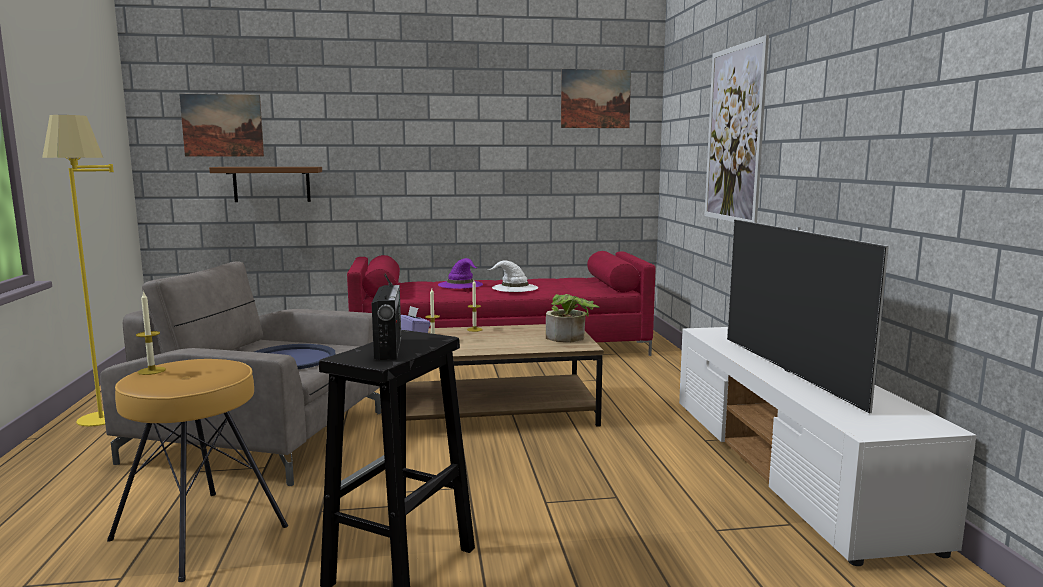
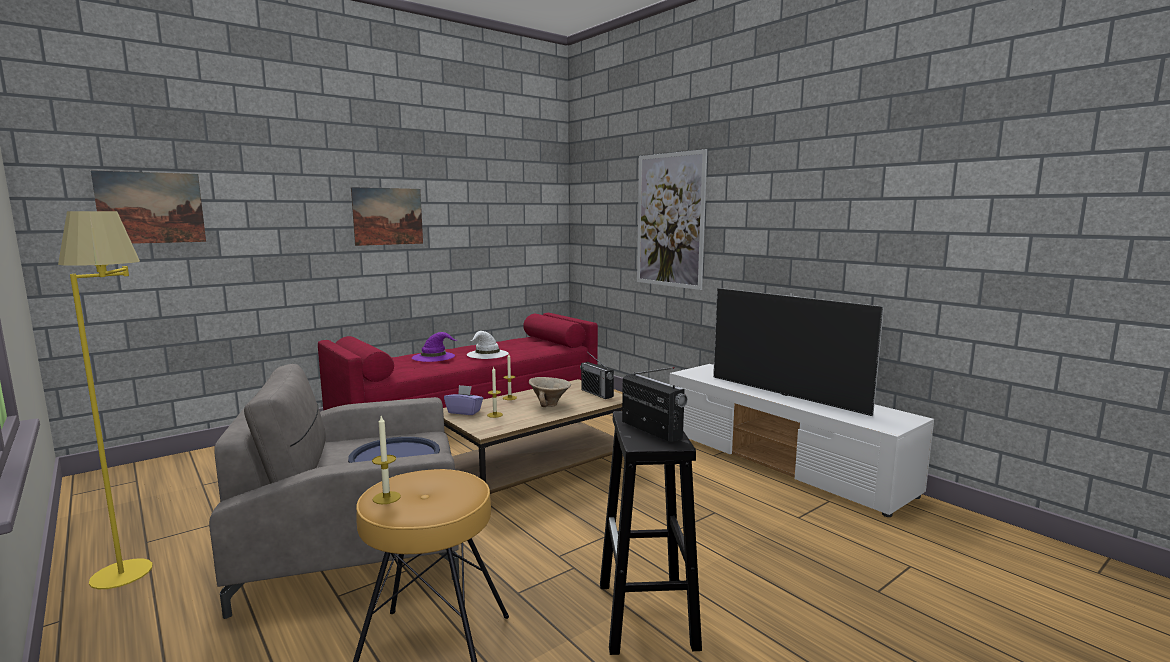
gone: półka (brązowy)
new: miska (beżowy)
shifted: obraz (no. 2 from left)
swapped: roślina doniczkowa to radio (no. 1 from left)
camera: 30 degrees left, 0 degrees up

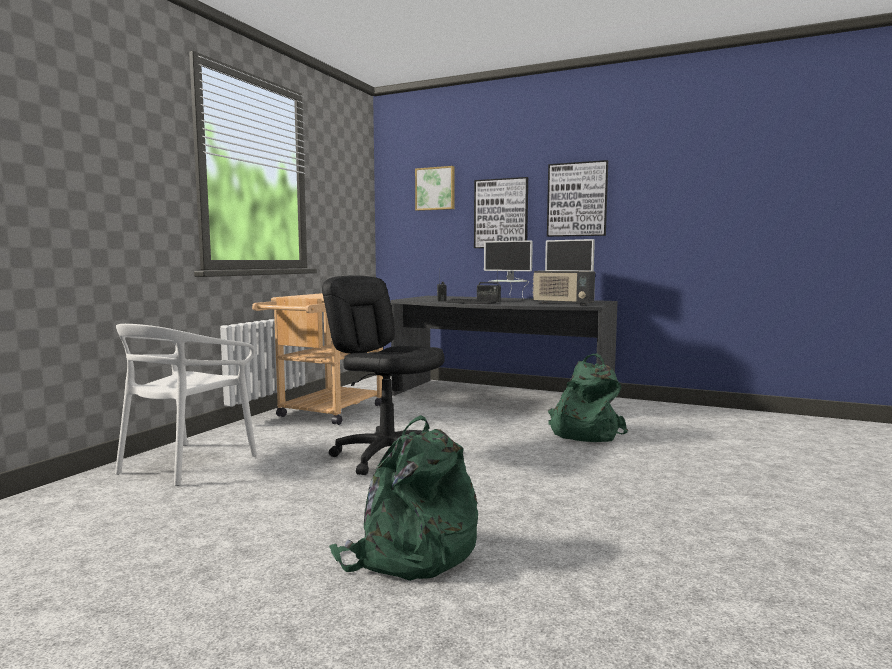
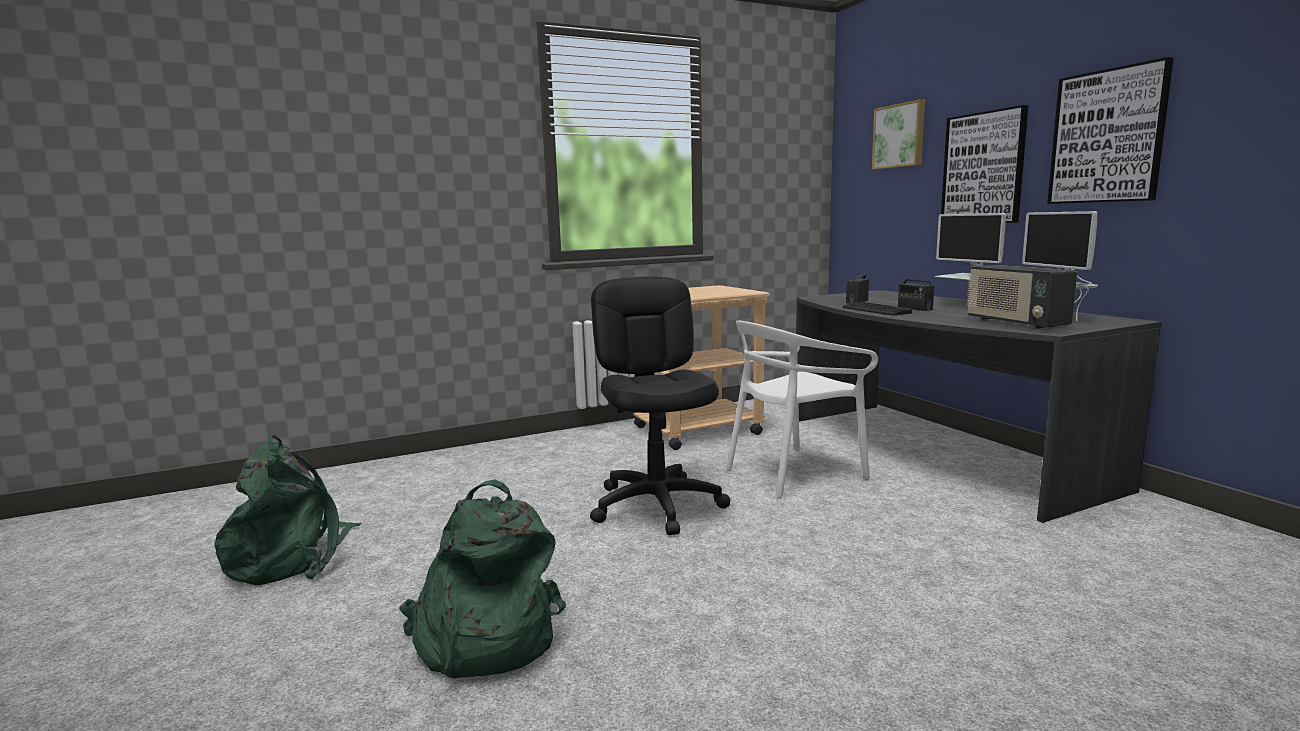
shifted: plecak (zielony) (no. 2 from left in the first image) to plecak (zielony) (no. 1 from left); krzesło (biały)
camera: 40 degrees right, 5 degrees up

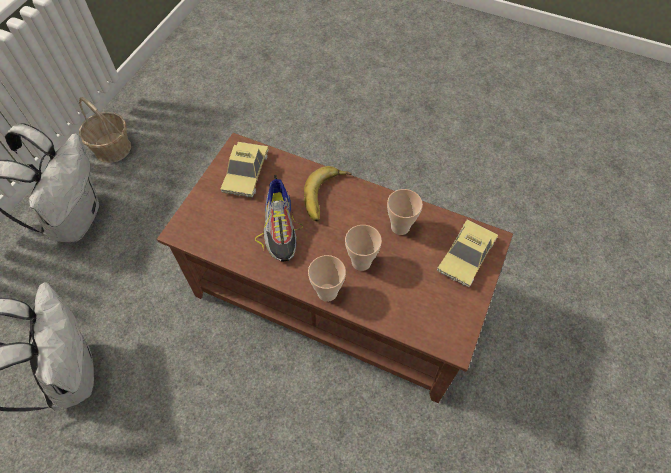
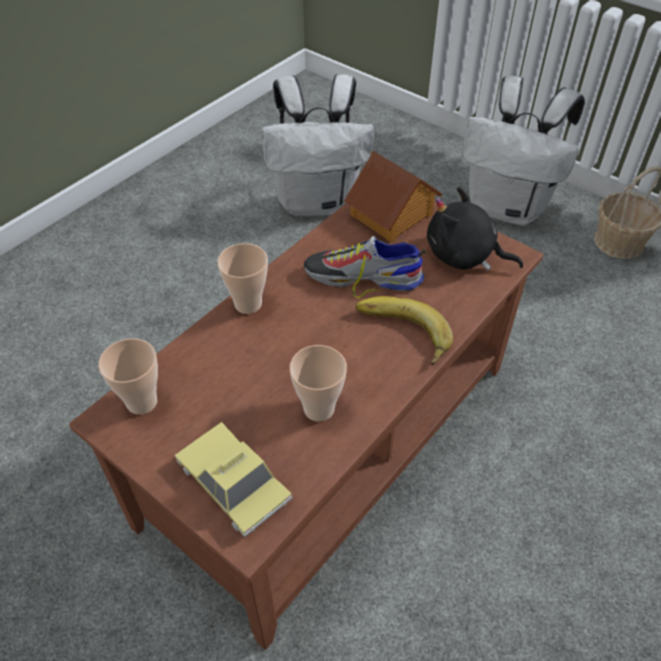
new: domek
shifted: filiżanka (no. 2 from left in the first image) to filiżanka (no. 1 from left)
swapped: samochodzik (no. 1 from left) to pluszak (czarny)
camera: 105 degrees right, 10 degrees down

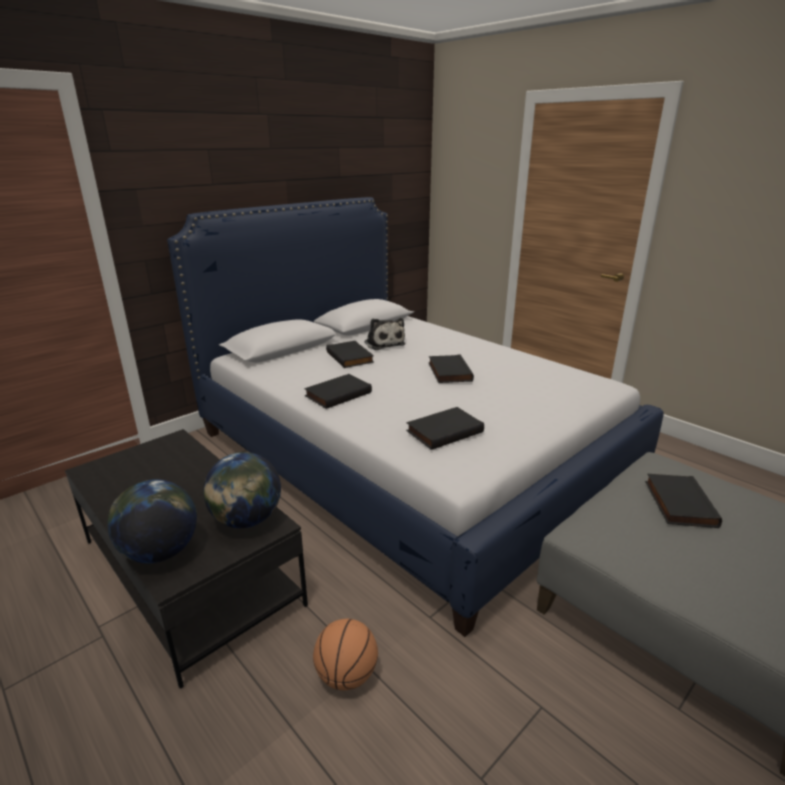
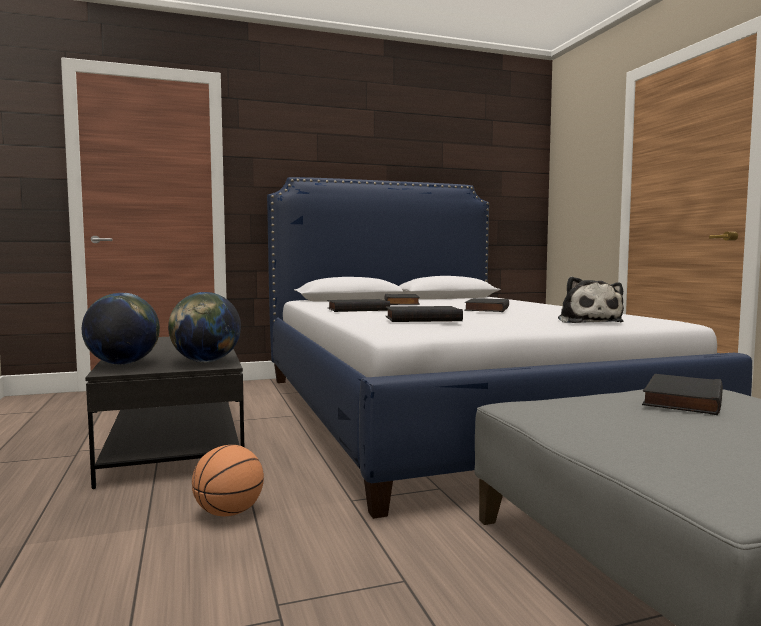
shifted: pluszak
camera: 25 degrees right, 20 degrees down

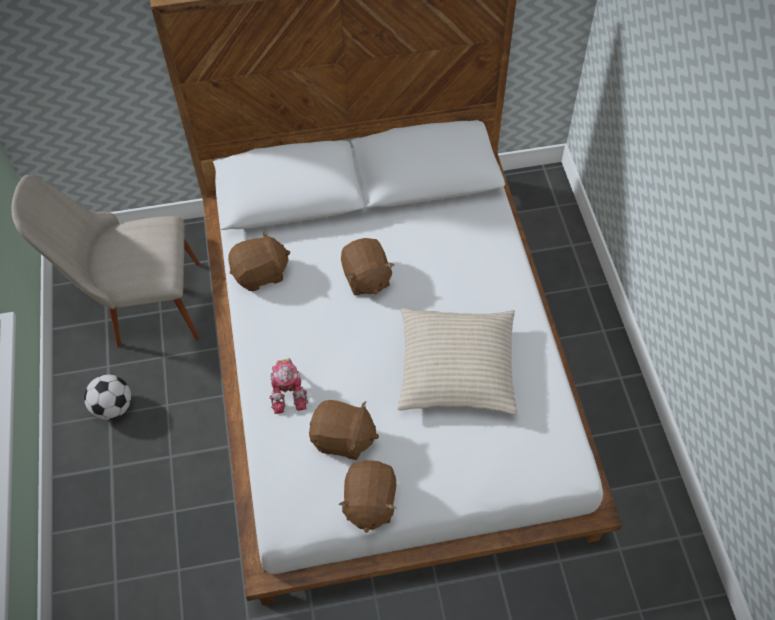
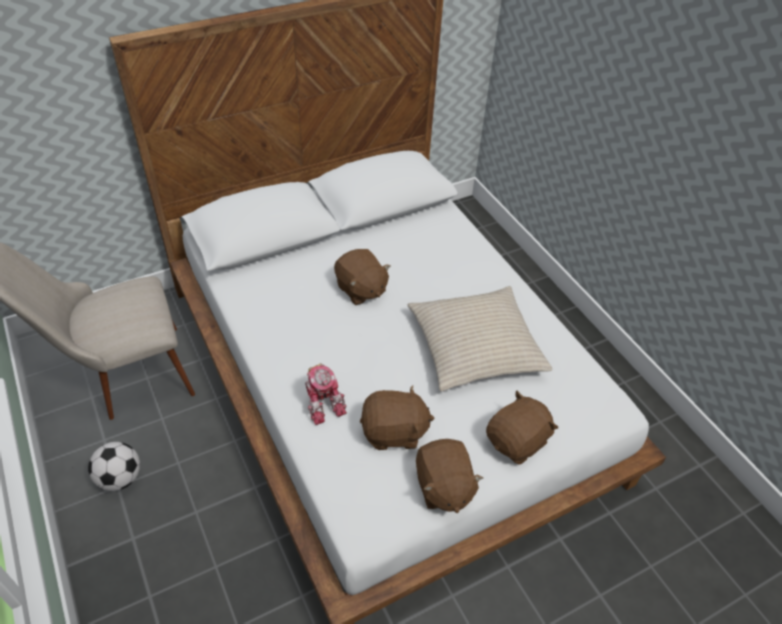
shifted: pluszak (brązowy) (no. 1 from left in the first image) to pluszak (brązowy) (no. 4 from left)
camera: 20 degrees left, 10 degrees down

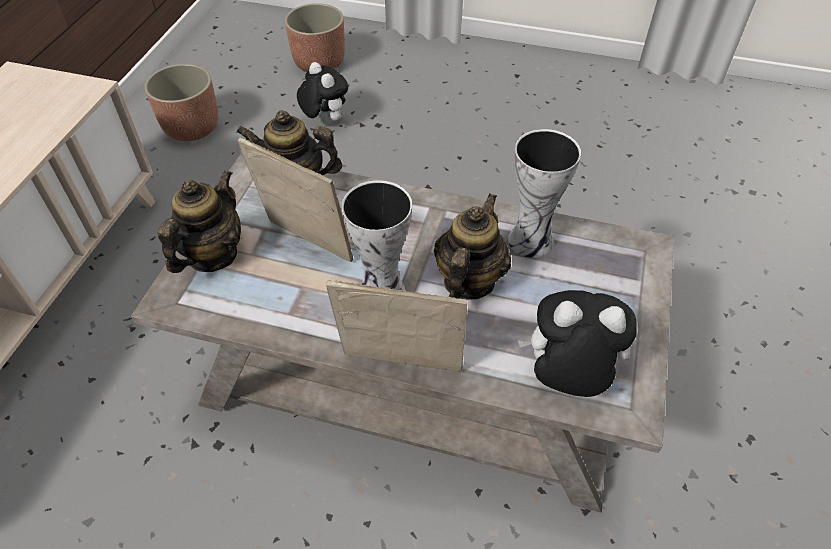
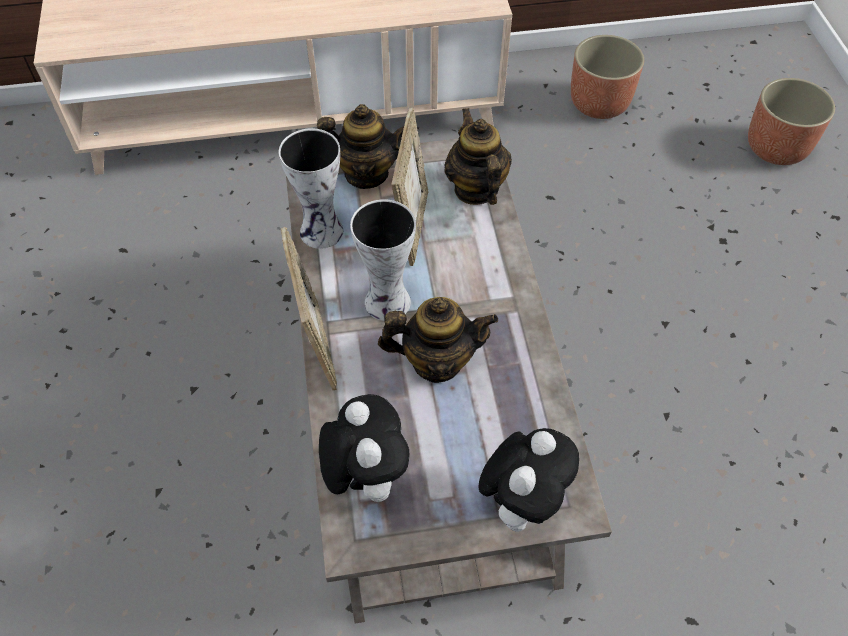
shifted: wazon (no. 2 from left in the first image) to wazon (no. 1 from left); pluszak (no. 1 from left in the first image) to pluszak (no. 2 from left)
camera: 65 degrees right, 5 degrees up

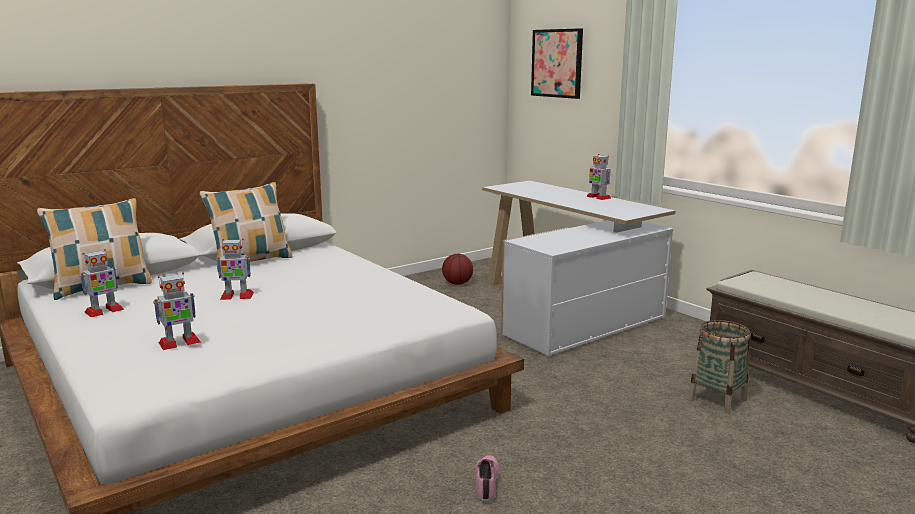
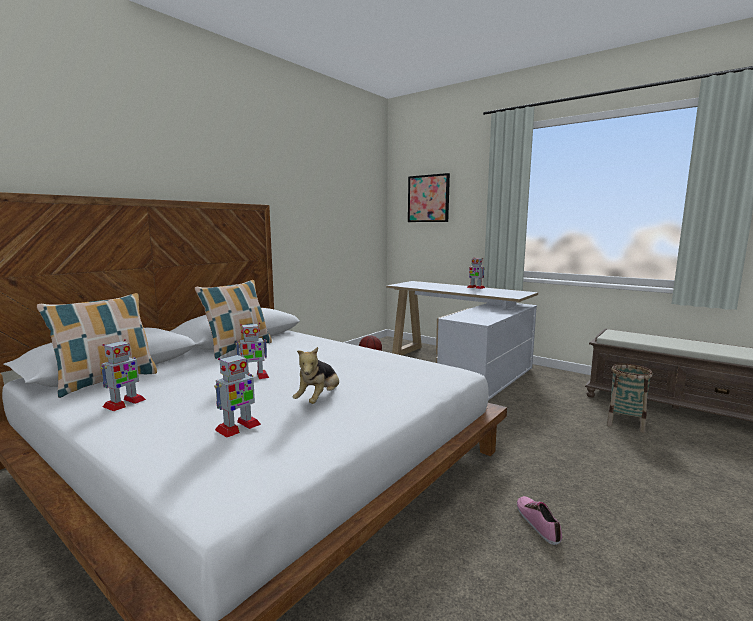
new: pluszak
camera: 15 degrees left, 5 degrees down

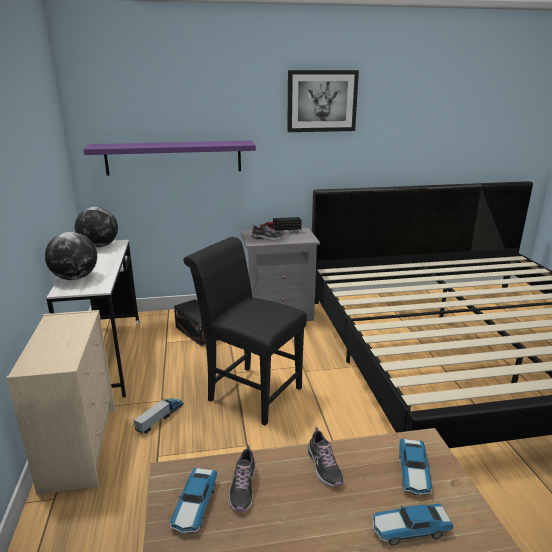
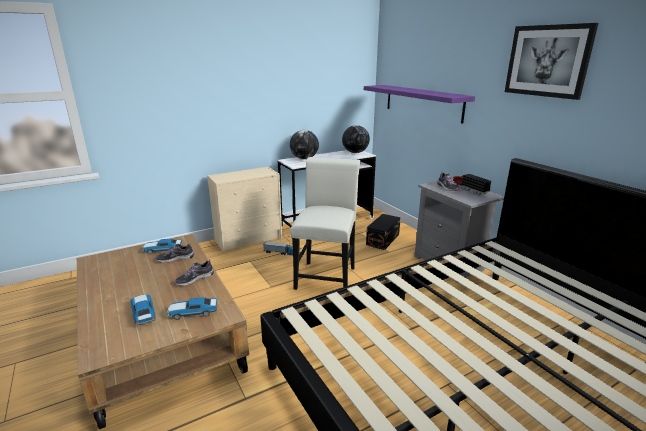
repainted: krzesło (czarny) to krzesło (biały)
camera: 70 degrees right, 0 degrees up

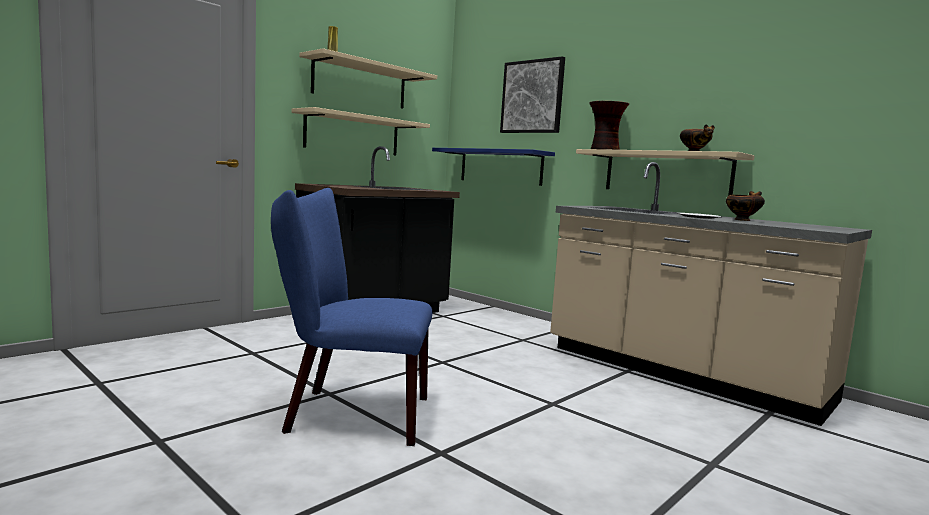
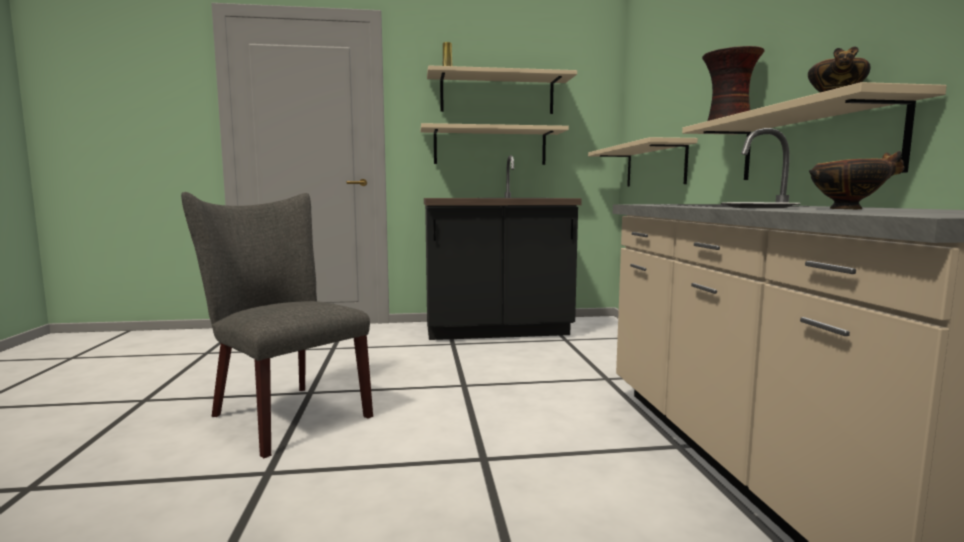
gone: obraz
repainted: krzesło (niebieski) to krzesło (szary); półka (niebieski) to półka (beżowy) (no. 3 from left)
camera: 40 degrees right, 0 degrees up

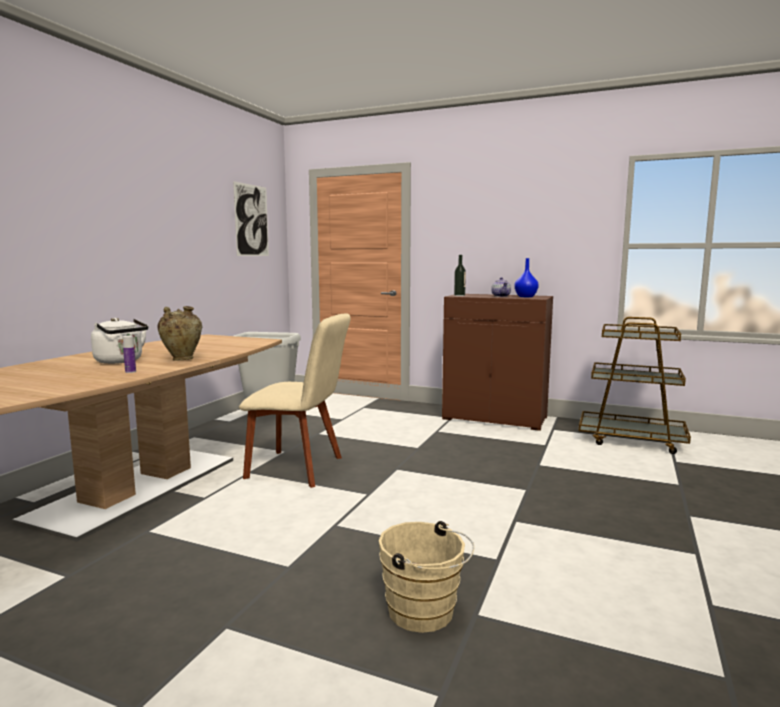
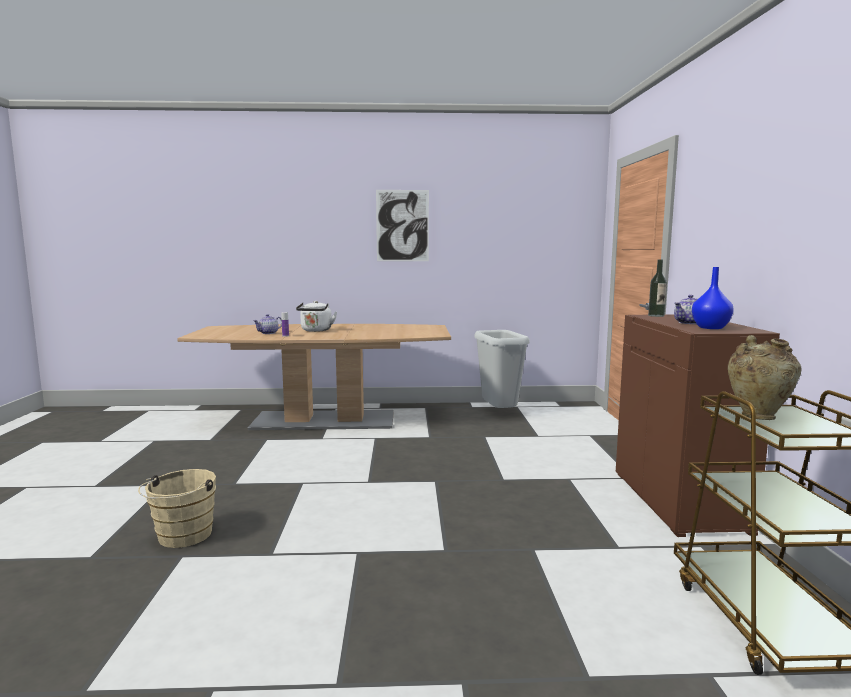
gone: krzesło (beżowy)
new: imbryk (no. 1 from left)
shifted: obraz; wazon (beżowy)
camera: 65 degrees right, 0 degrees up

